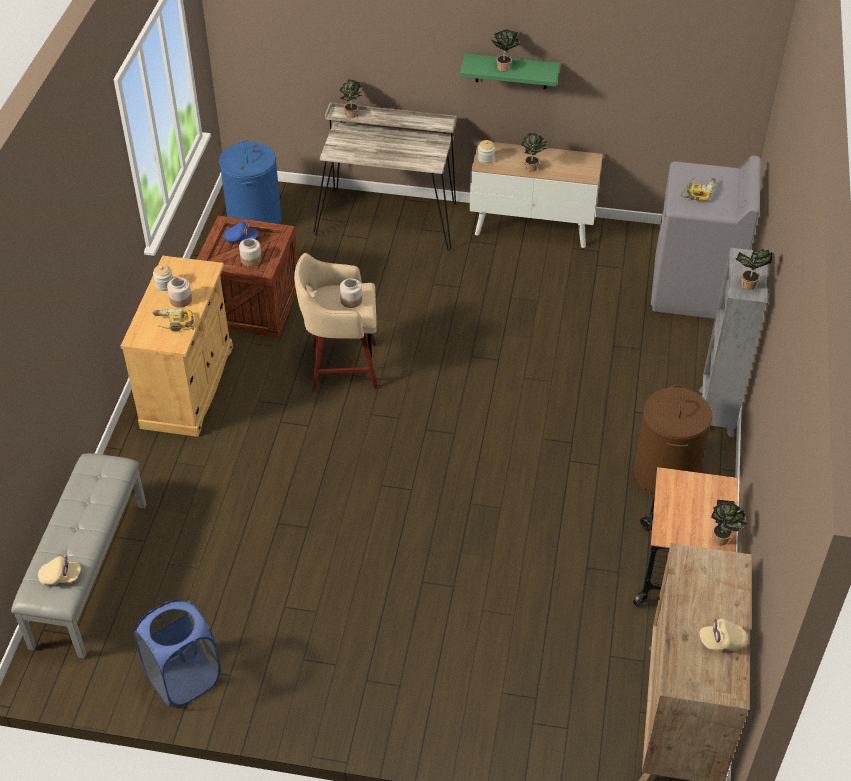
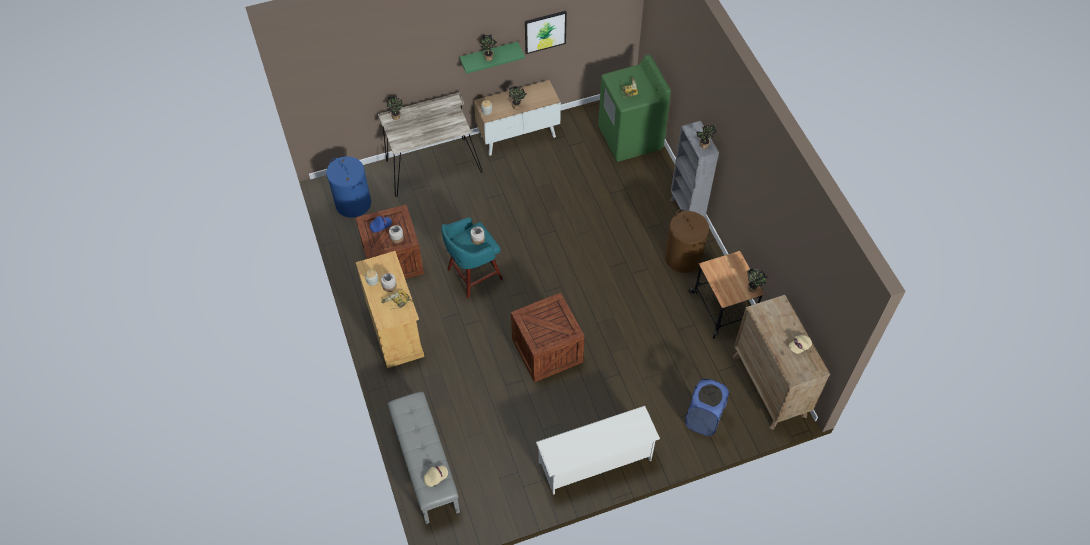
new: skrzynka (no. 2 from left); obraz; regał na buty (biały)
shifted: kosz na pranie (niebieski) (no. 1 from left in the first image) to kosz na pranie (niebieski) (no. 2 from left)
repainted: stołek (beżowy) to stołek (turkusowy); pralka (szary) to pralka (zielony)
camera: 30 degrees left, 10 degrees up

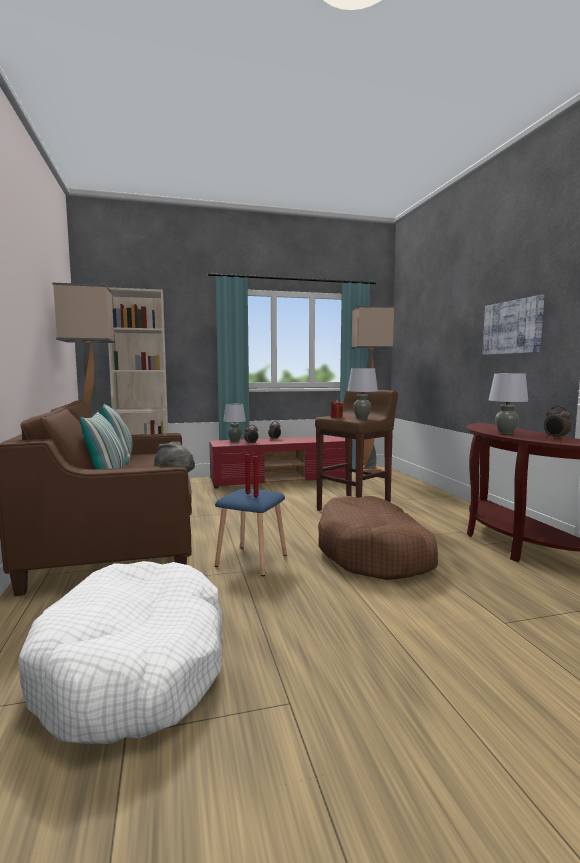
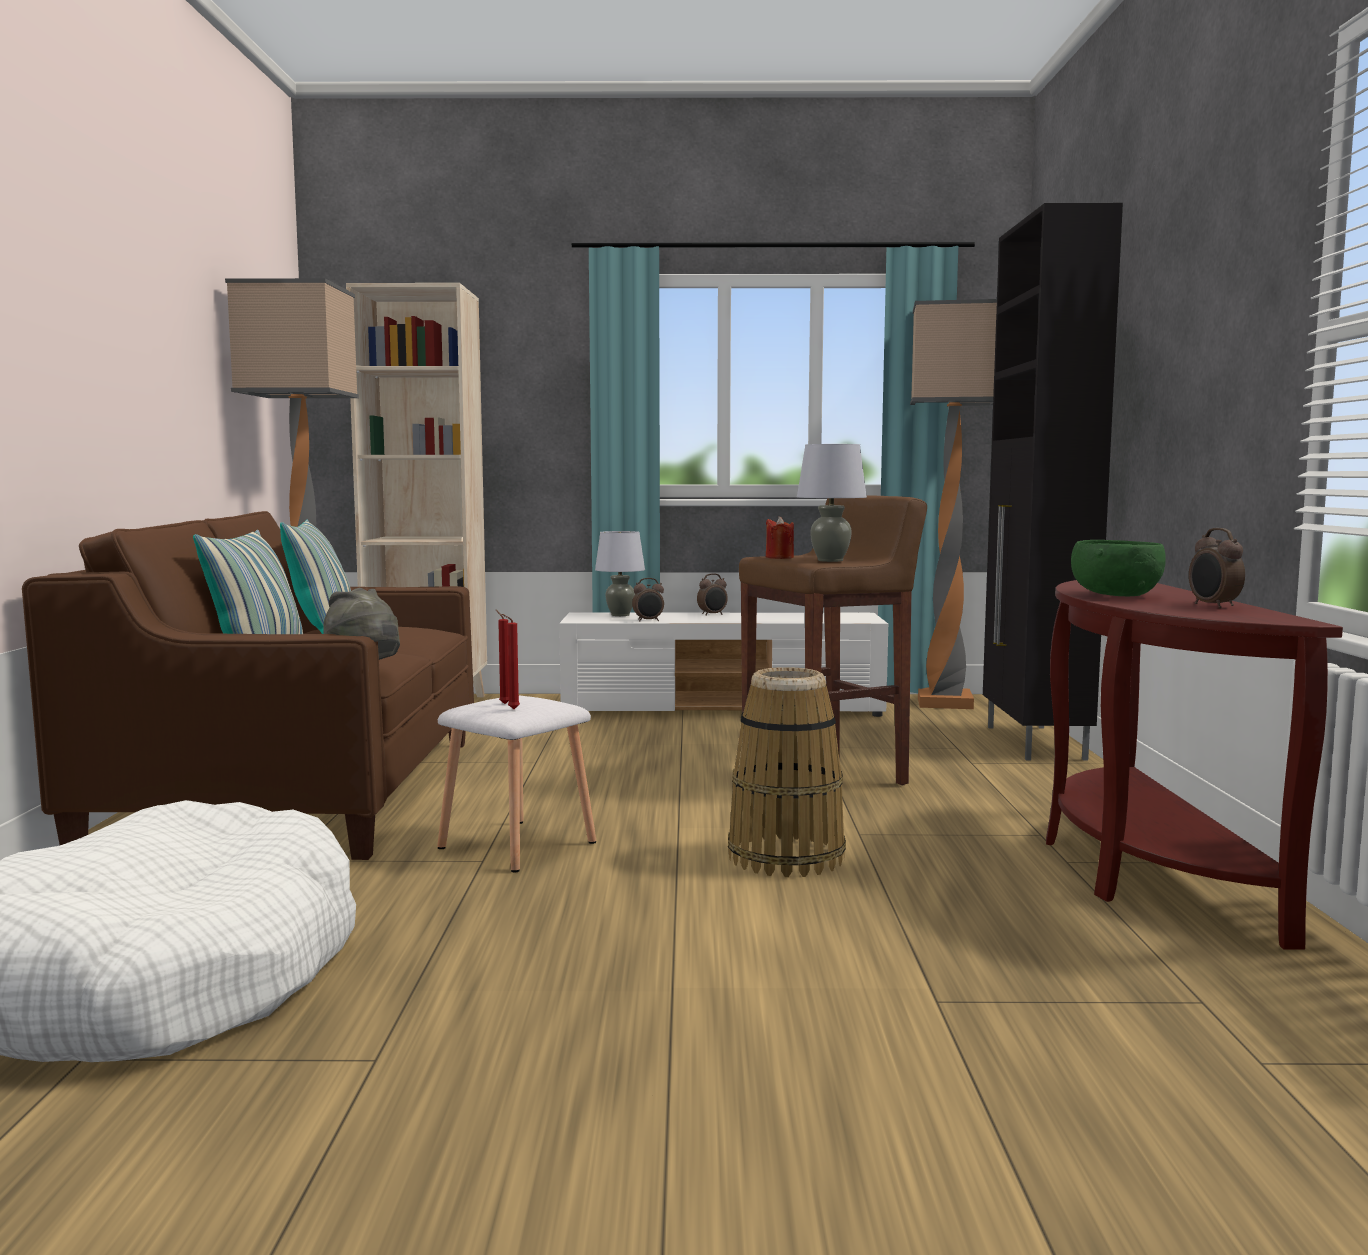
gone: obraz
new: szafka (czarny)
swapped: legowisko (brązowy) to koszyk; lampa stołowa (szary) (no. 3 from left) to miska (zielony)
repainted: stołek (niebieski) to stołek (biały); szafka pod telewizor (czerwony) to szafka pod telewizor (biały)
camera: 15 degrees right, 0 degrees up

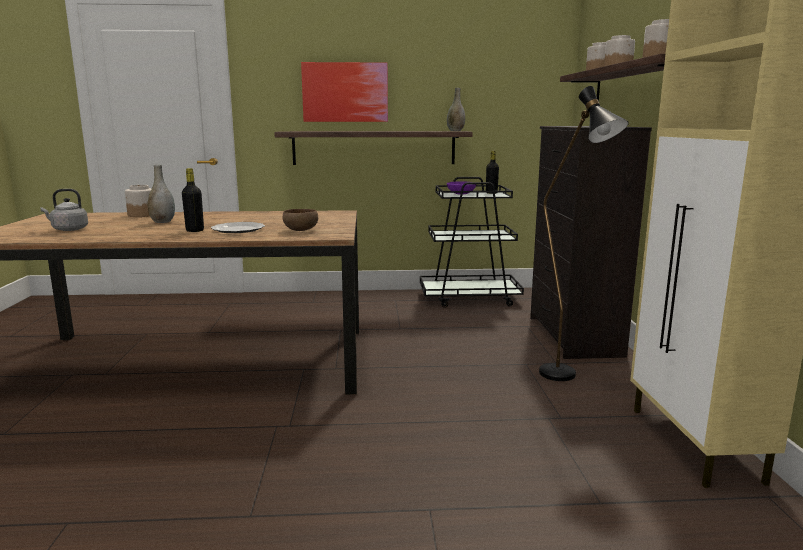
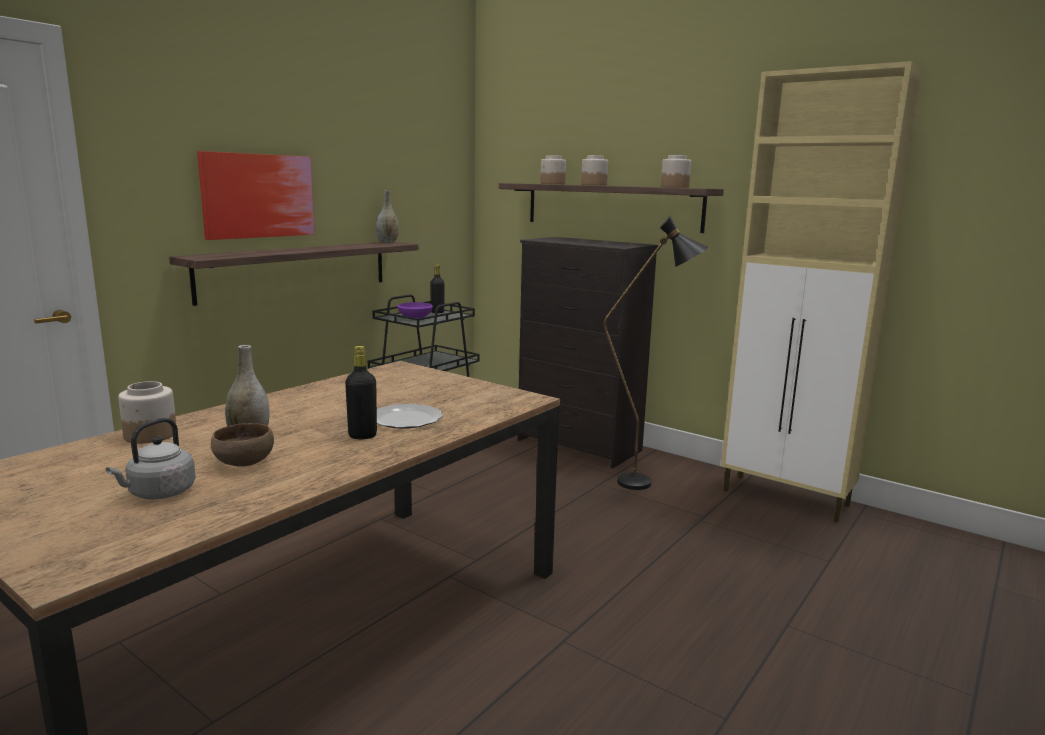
shifted: miska (brązowy)
camera: 50 degrees left, 0 degrees up

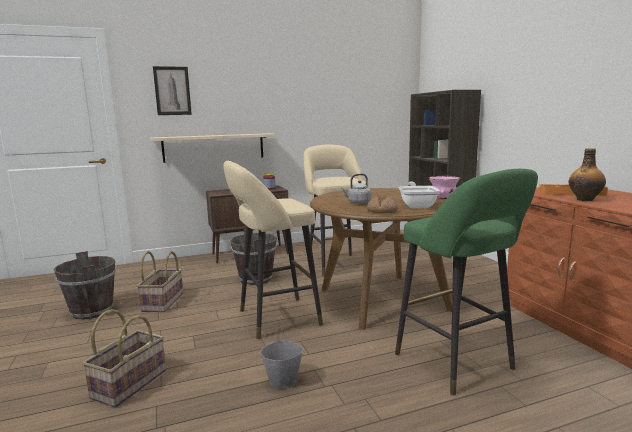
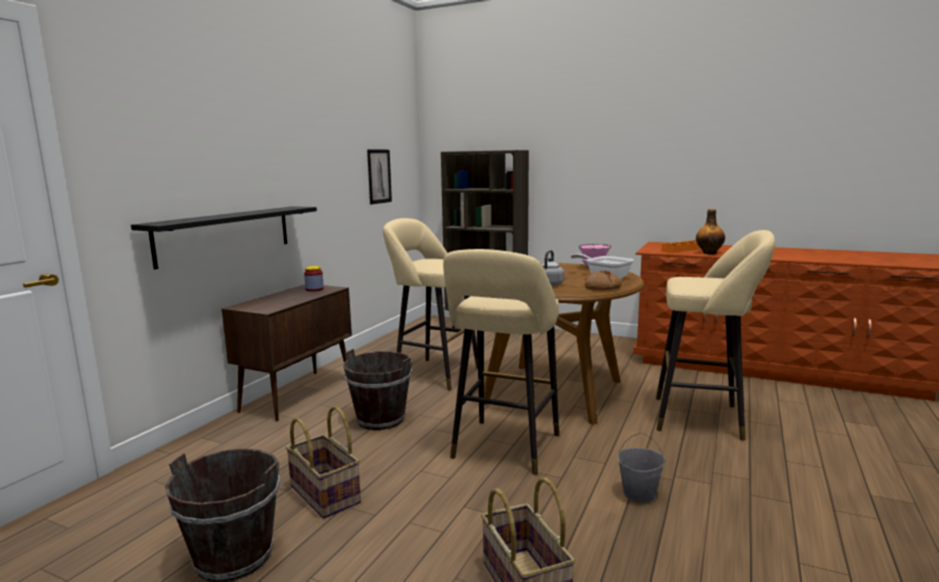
shifted: obraz
repainted: półka (beżowy) to półka (czarny); stołek (zielony) to stołek (beżowy) (no. 3 from left)
camera: 45 degrees left, 0 degrees up

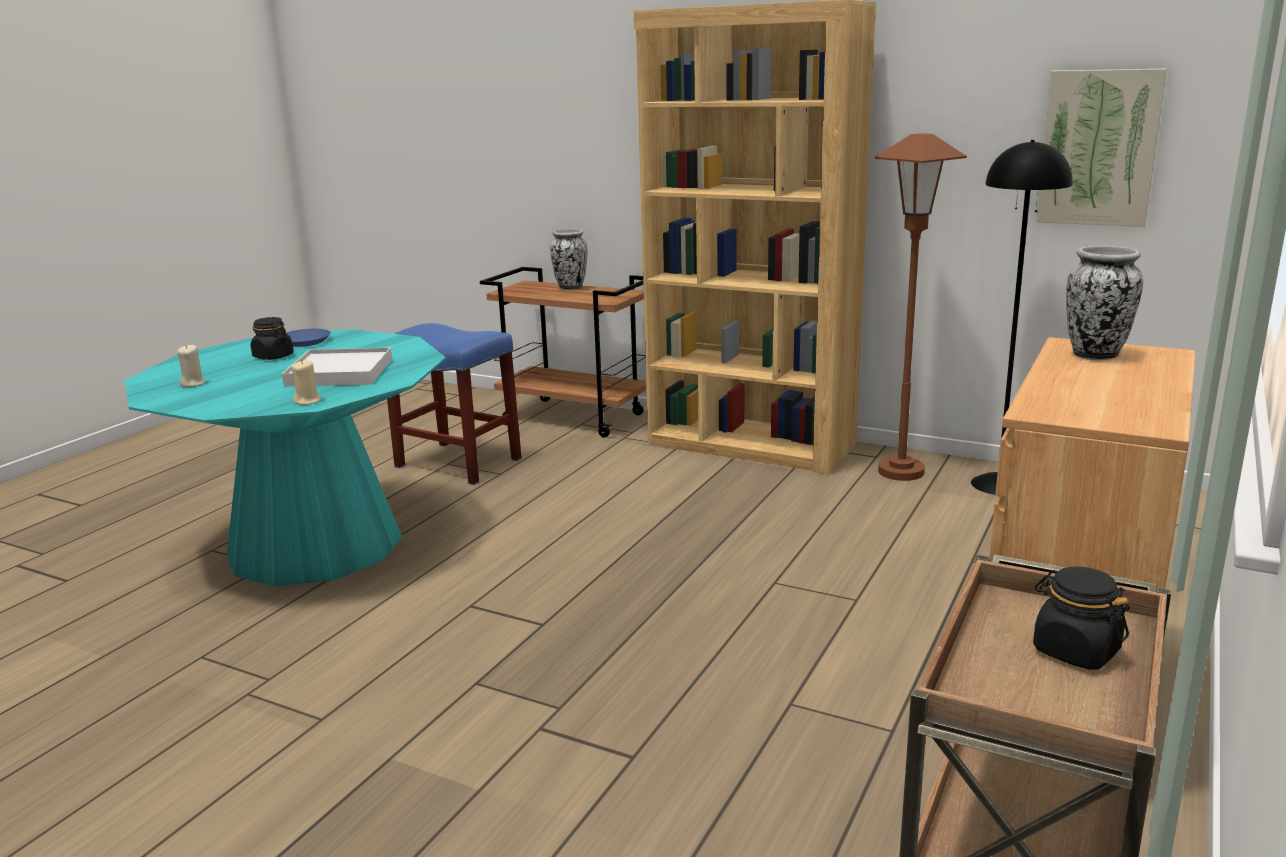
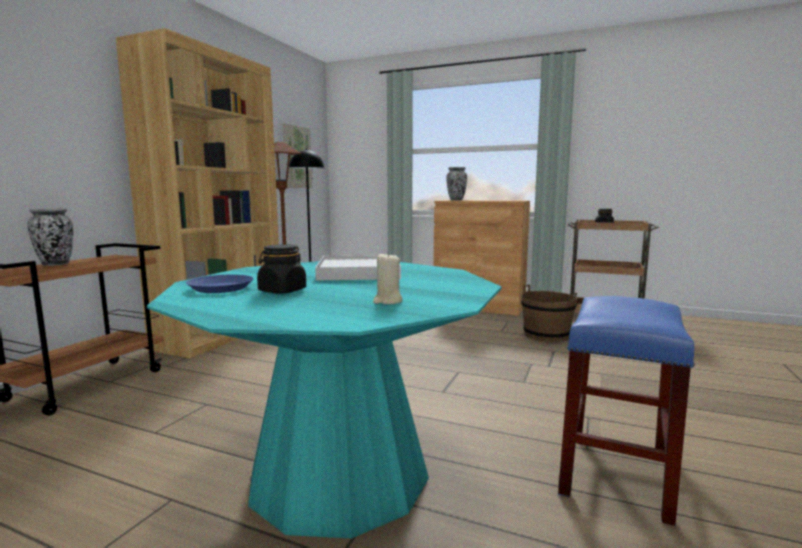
gone: świeca (beżowy) (no. 2 from left)
new: wiadro (brązowy)
shifted: stołek (niebieski)
camera: 95 degrees left, 10 degrees down

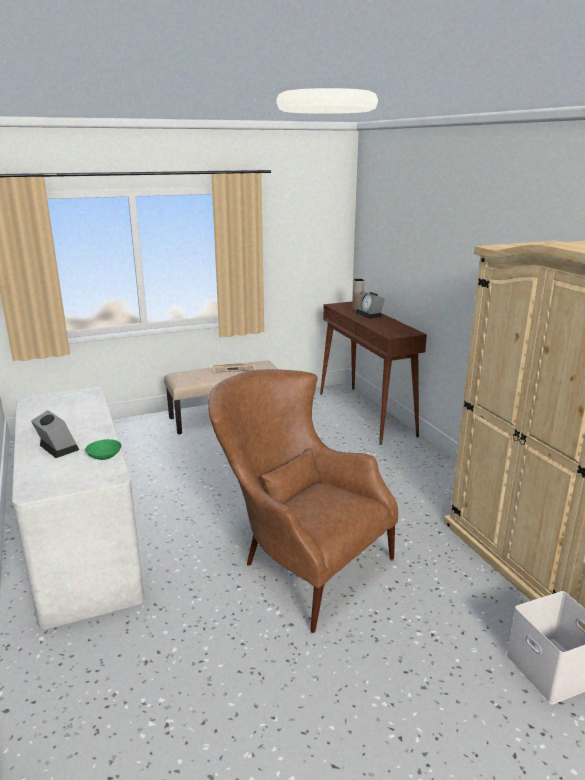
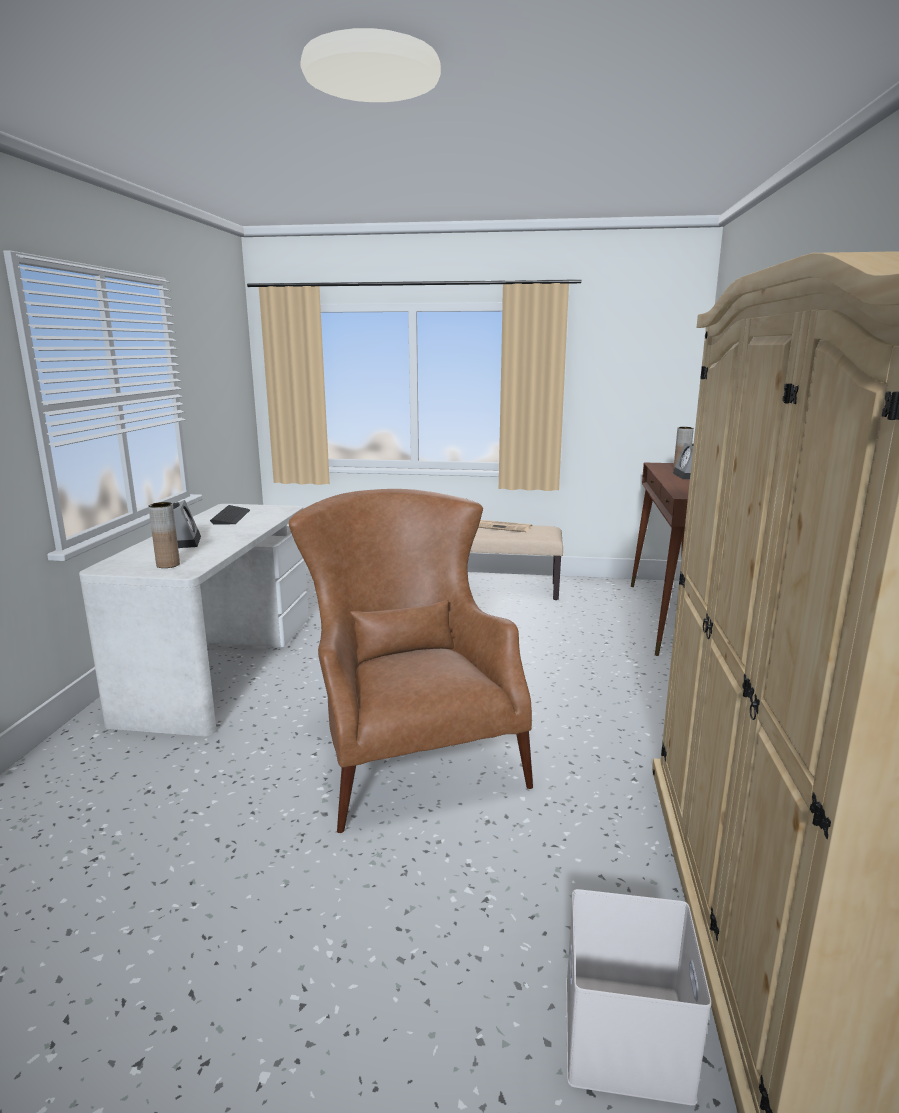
gone: miska (zielony)
new: wazon (brązowy) (no. 1 from left); klawiatura
camera: 30 degrees right, 5 degrees down

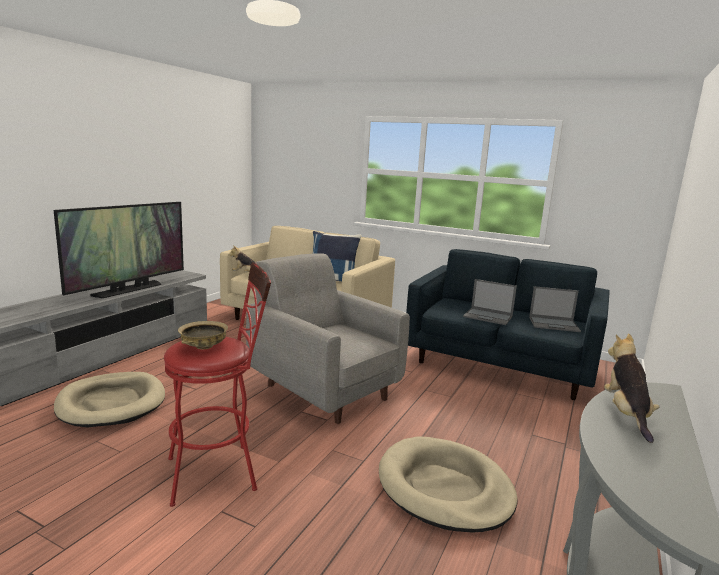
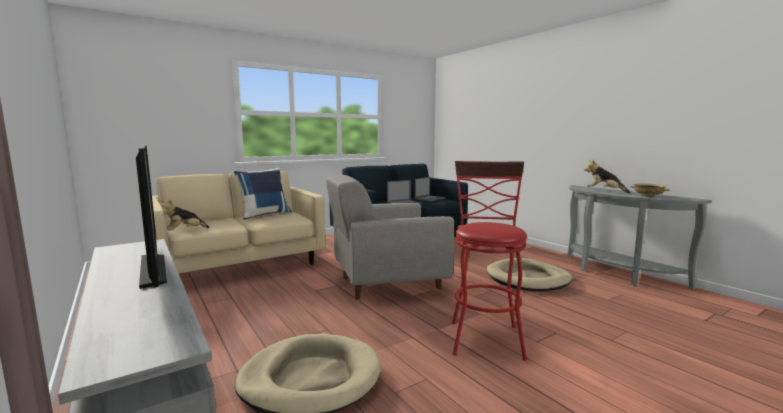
shifted: miska (beżowy)
camera: 60 degrees left, 5 degrees down

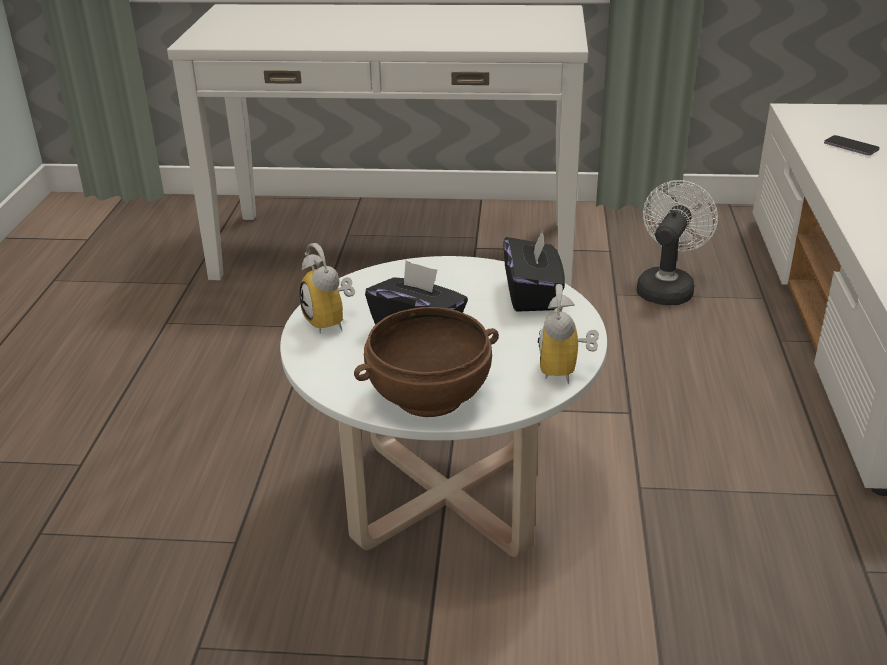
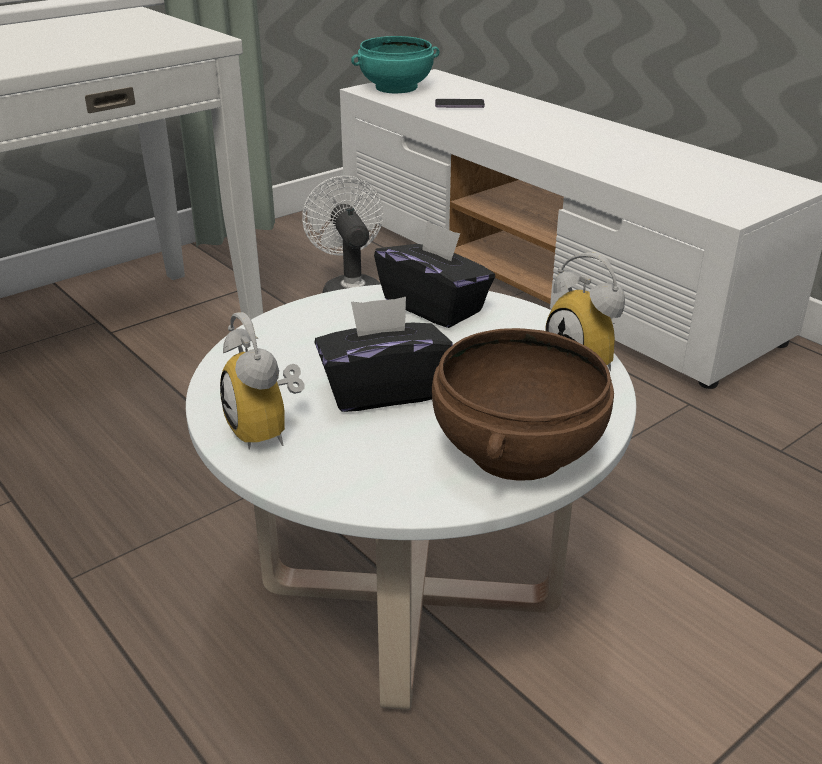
new: miska (turkusowy)
rotated: budzik (no. 1 from left) 45 degrees clockwise
camera: 45 degrees left, 0 degrees up

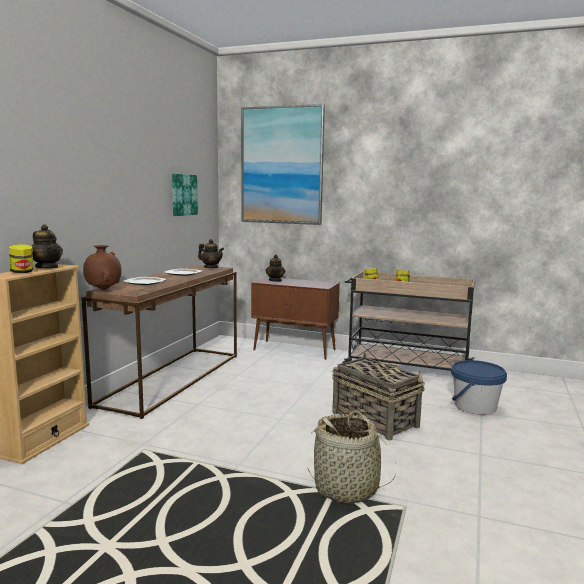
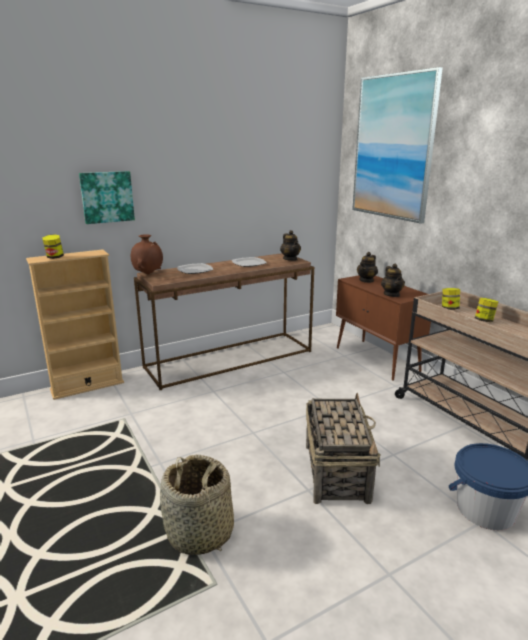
shifted: obraz (no. 1 from left); imbryk (no. 1 from left in the first image) to imbryk (no. 3 from left)
camera: 40 degrees right, 10 degrees up

